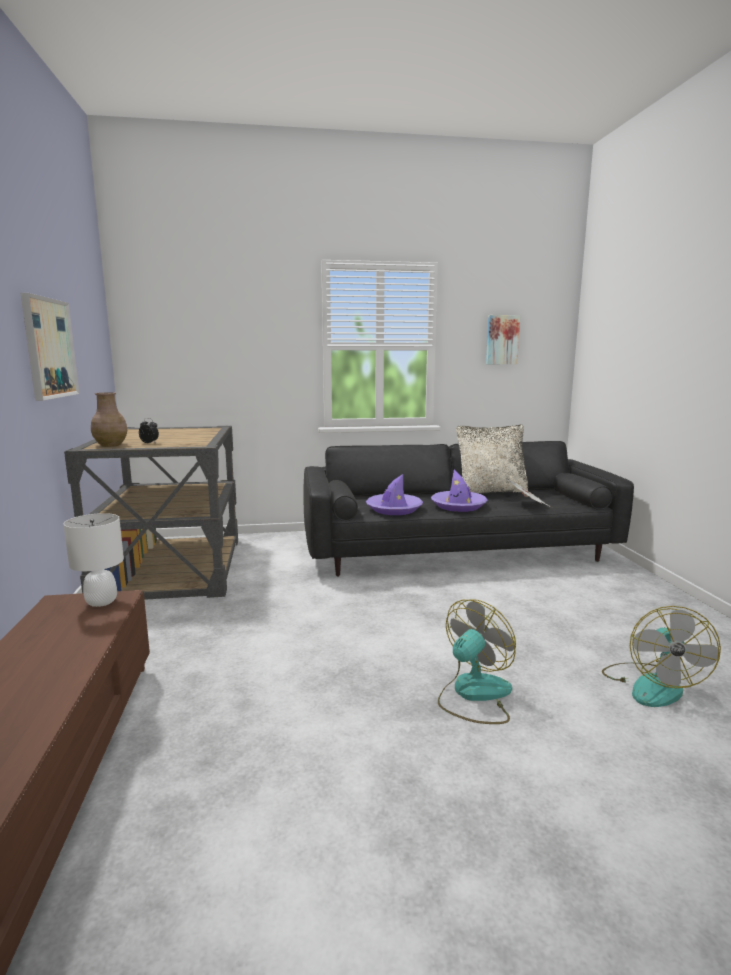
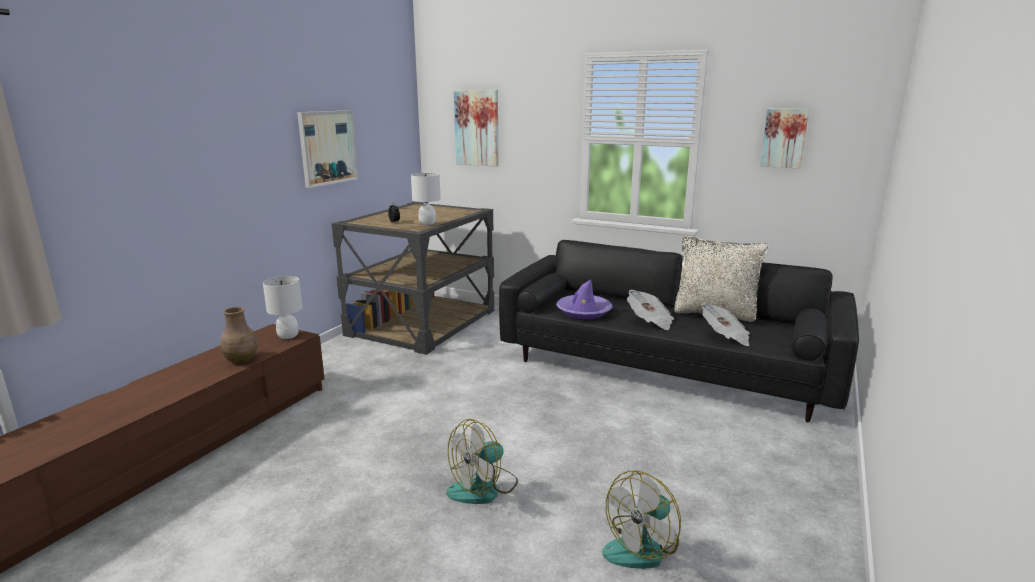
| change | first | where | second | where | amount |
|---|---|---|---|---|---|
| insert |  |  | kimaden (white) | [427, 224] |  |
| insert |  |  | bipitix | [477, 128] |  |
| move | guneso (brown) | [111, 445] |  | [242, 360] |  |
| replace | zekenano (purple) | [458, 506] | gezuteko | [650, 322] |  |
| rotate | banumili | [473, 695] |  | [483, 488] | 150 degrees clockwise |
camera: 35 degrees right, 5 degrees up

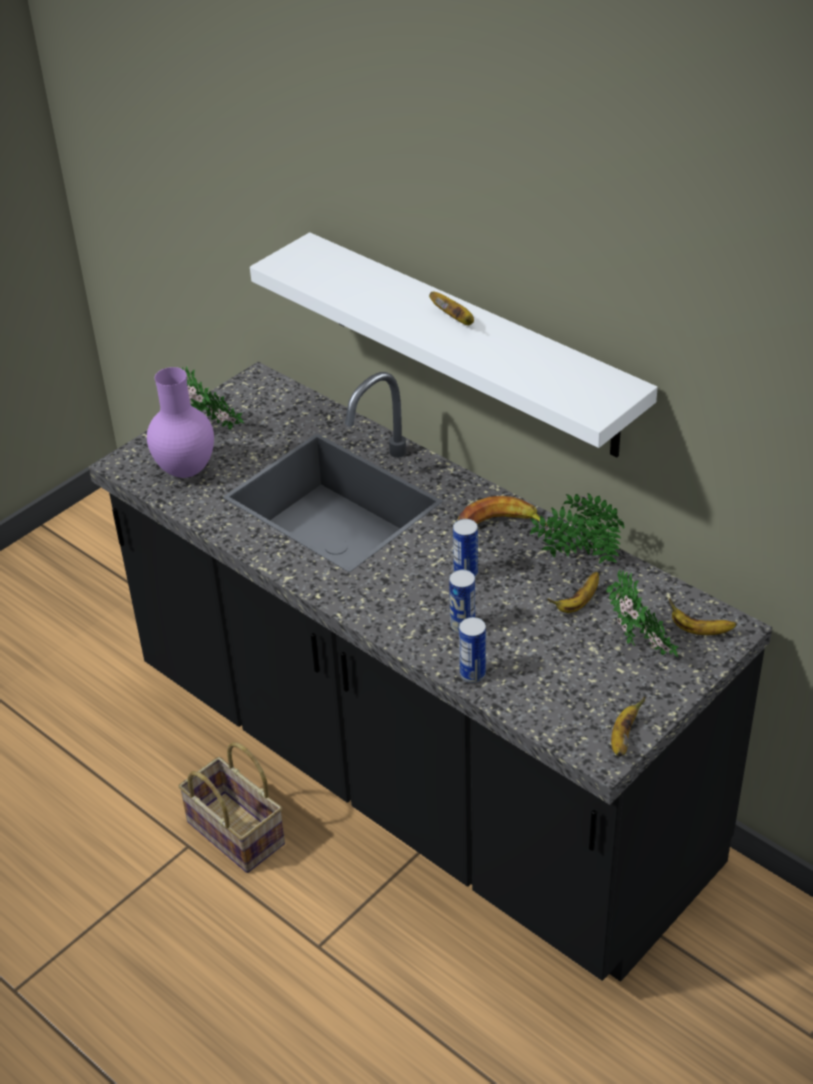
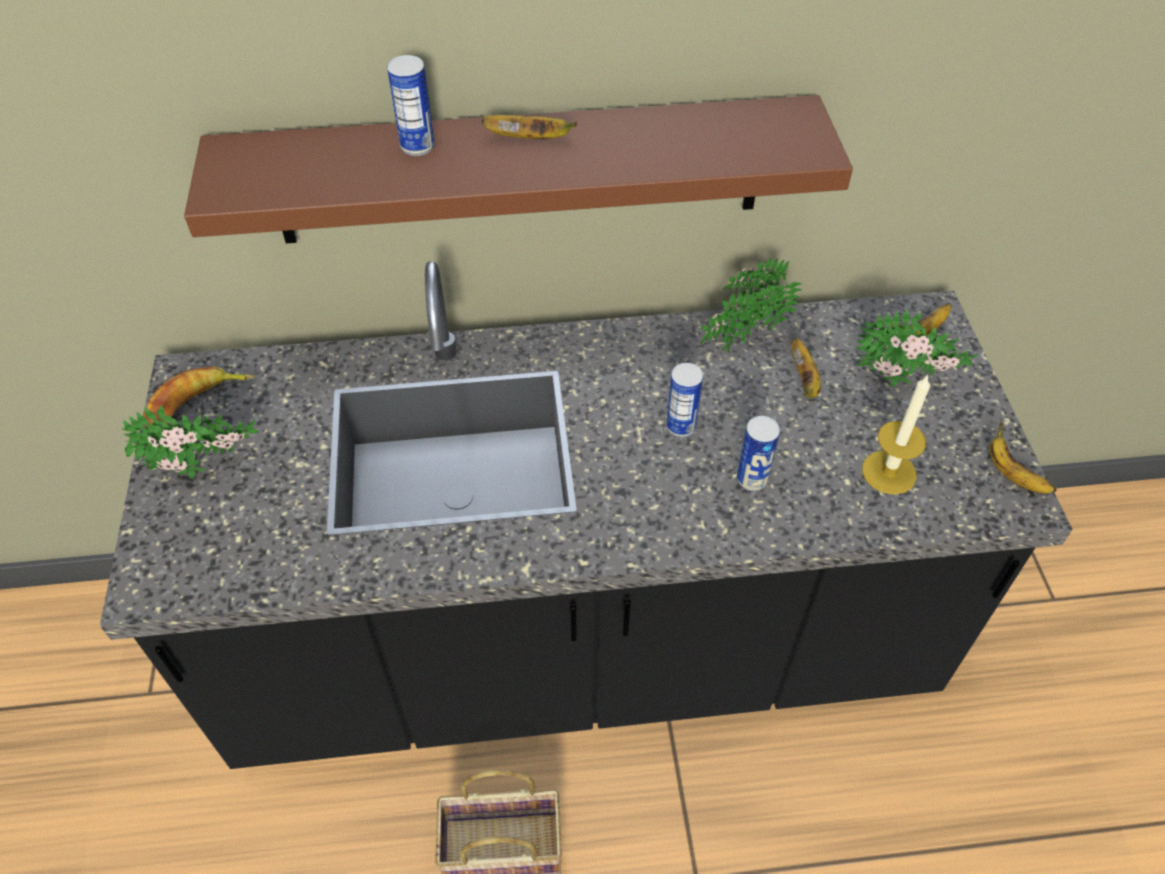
| change | first | where | second | where | amount |
|---|---|---|---|---|---|
| delete | guneso (purple) | [186, 470] |  |  |  |
| insert |  |  | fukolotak | [889, 472] |  |
| move | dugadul | [501, 525] |  | [196, 409] |  |
| move | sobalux | [472, 674] |  | [417, 146] |  |
| recolor | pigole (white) | [471, 345] | pigole (brown) | [520, 171] |  |
camera: 50 degrees left, 10 degrees up

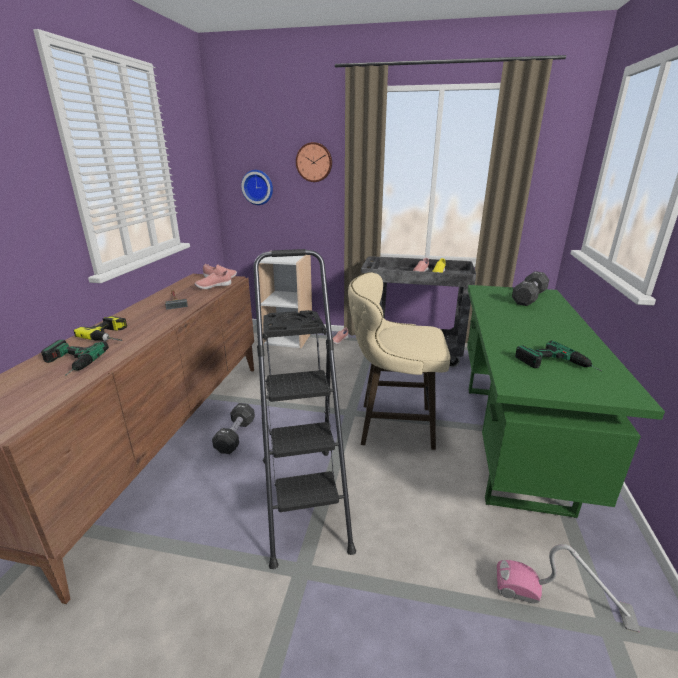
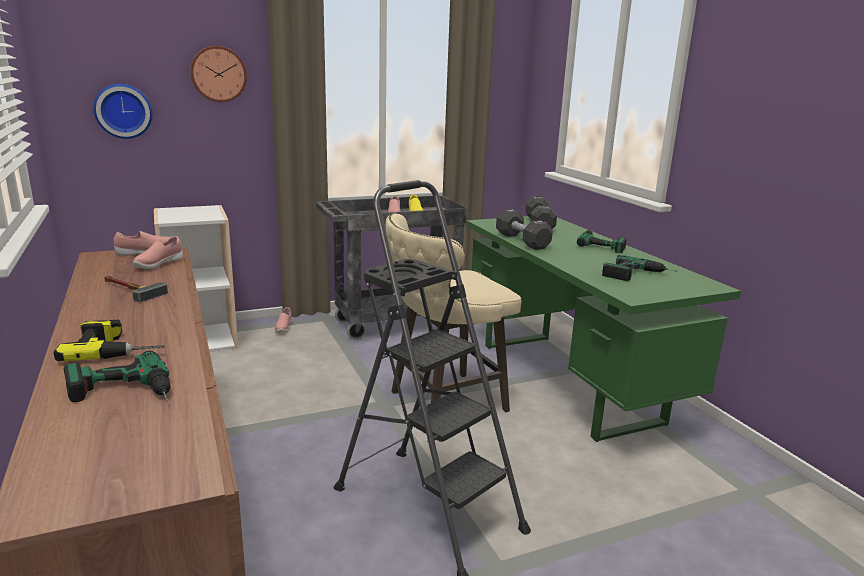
| change | first | where | second | where | amount |
|---|---|---|---|---|---|
| delete | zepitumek | [562, 600] |  |  |  |
| insert |  |  | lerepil | [602, 244] |  |
| move | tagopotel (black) | [235, 436] |  | [522, 241] |  |
camera: 35 degrees left, 5 degrees down

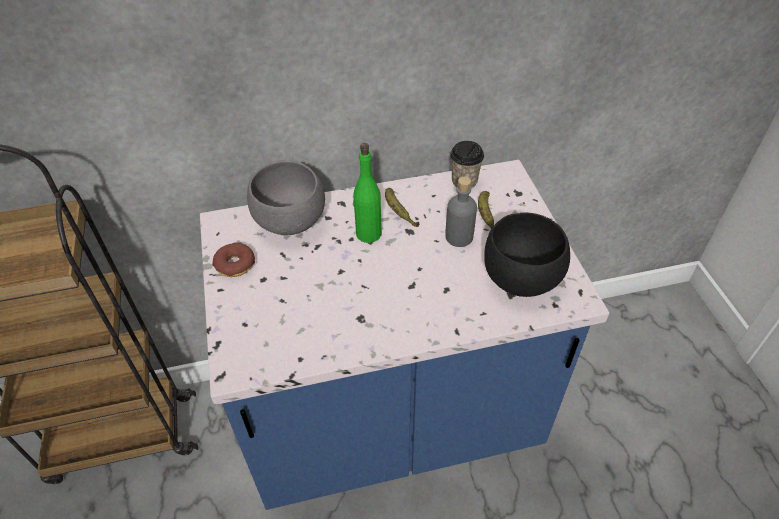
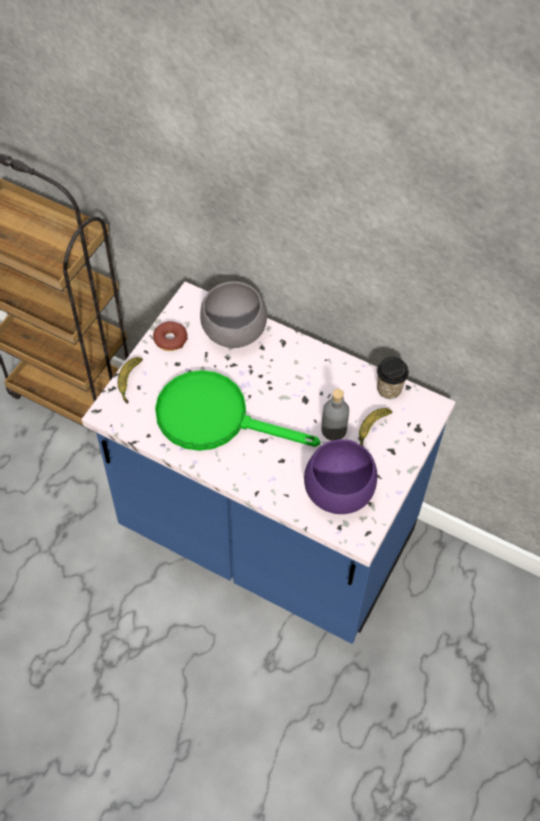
| change | first | where | second | where | amount |
|---|---|---|---|---|---|
| delete | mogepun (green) | [368, 233] |  |  |  |
| insert |  |  | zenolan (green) | [215, 417] |  |
| move | dugadul | [398, 212] |  | [129, 381] |  |
| recolor | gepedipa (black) | [519, 280] | gepedipa (purple) | [336, 492] |  |
camera: 40 degrees right, 10 degrees up

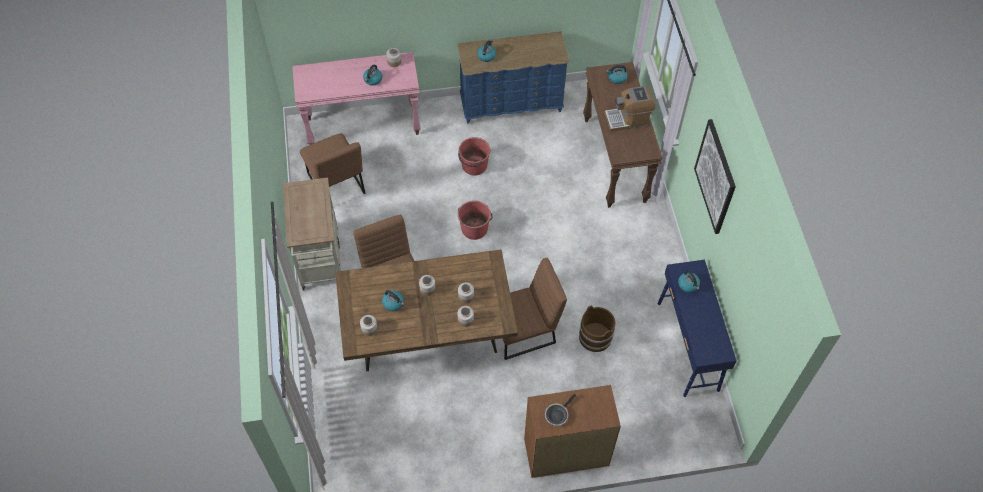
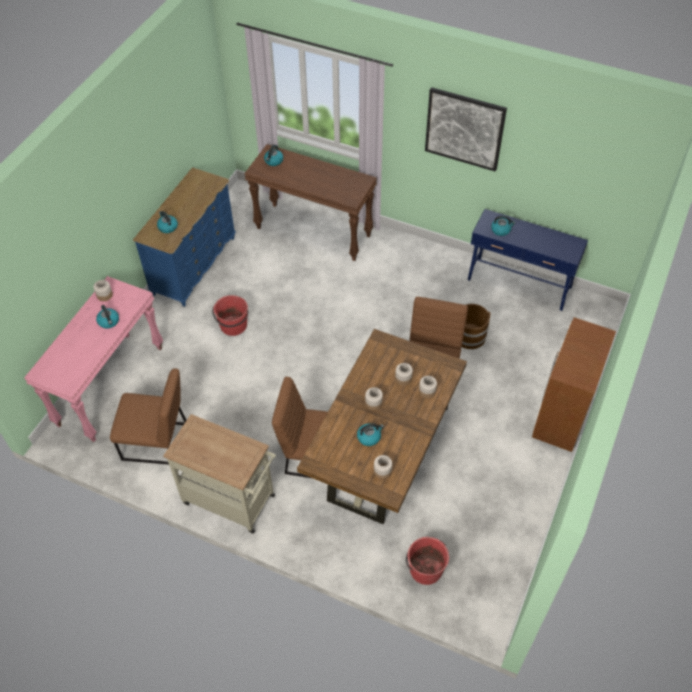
| change | first | where | second | where | amount |
|---|---|---|---|---|---|
| delete | zenolan | [557, 414] |  |  |  |
| delete | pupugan | [628, 119] |  |  |  |
| move | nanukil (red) | [474, 228] |  | [425, 569] |  |
camera: 55 degrees left, 5 degrees down

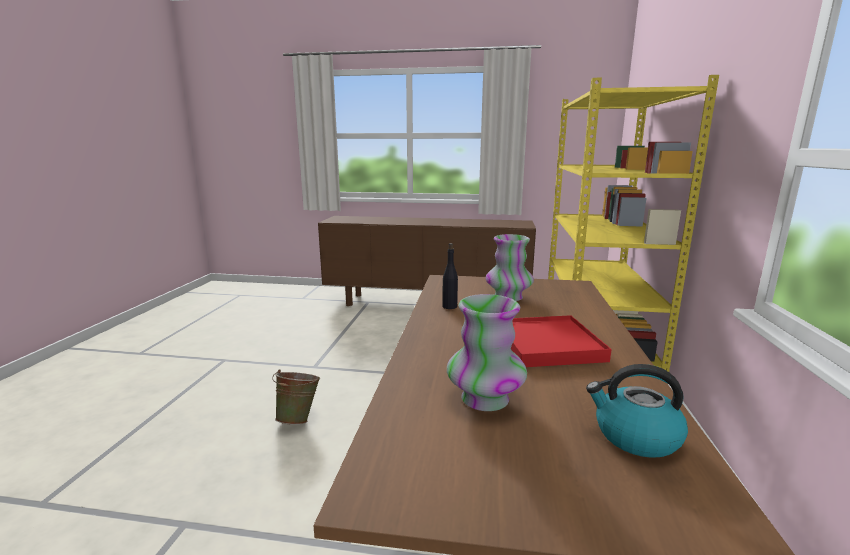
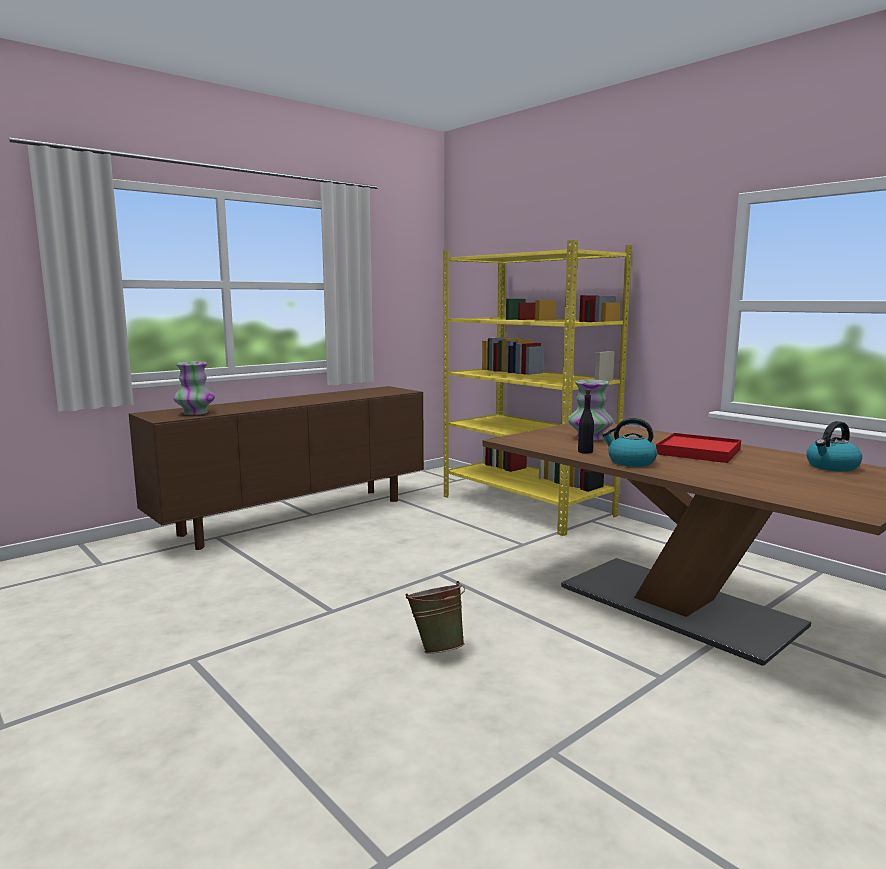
| change | first | where | second | where | amount |
|---|---|---|---|---|---|
| insert |  |  | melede | [630, 462] |  |
| move | guneso | [485, 399] |  | [195, 413] |  |
camera: 50 degrees left, 5 degrees down

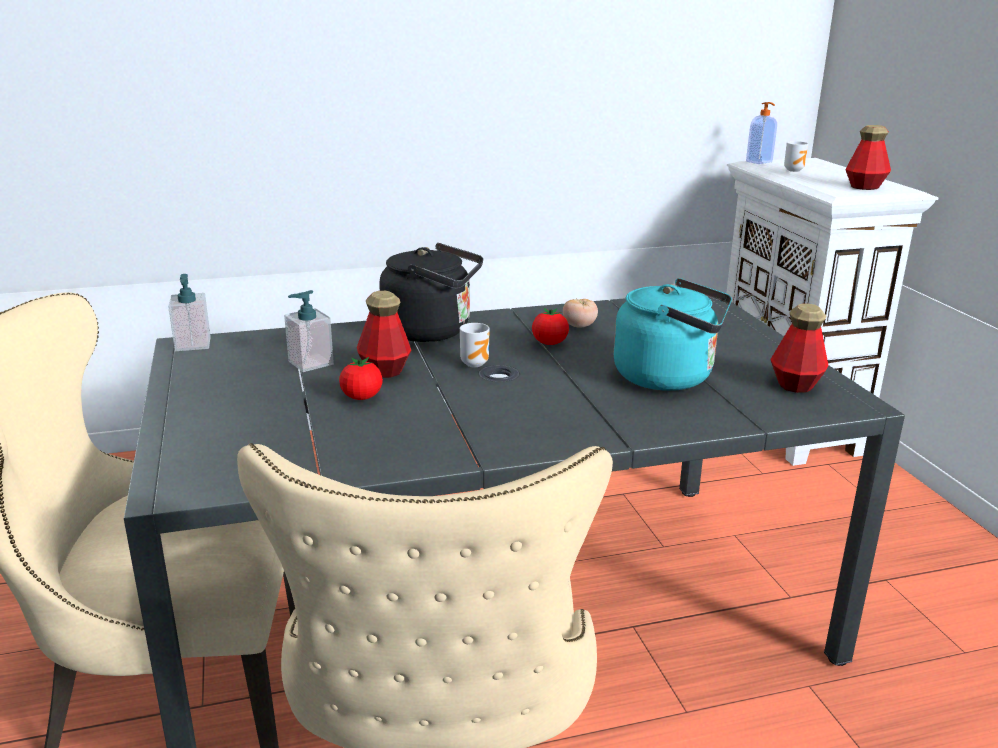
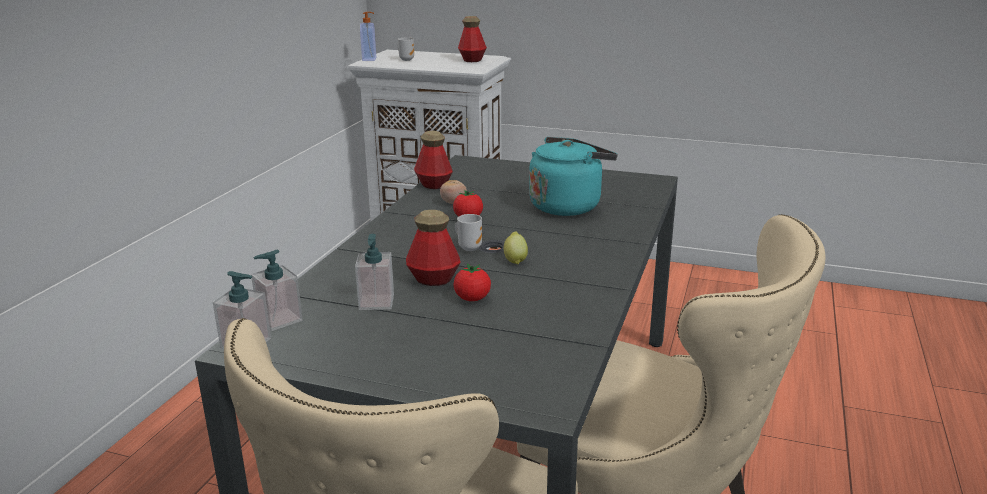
| change | first | where | second | where | amount |
|---|---|---|---|---|---|
| delete | melede (black) | [433, 331] |  |  |  |
| insert |  |  | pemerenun | [279, 320] |  |
| insert |  |  | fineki | [515, 260] |  |
| move | mogepun | [795, 384] |  | [433, 185] |  |
camera: 55 degrees left, 0 degrees up

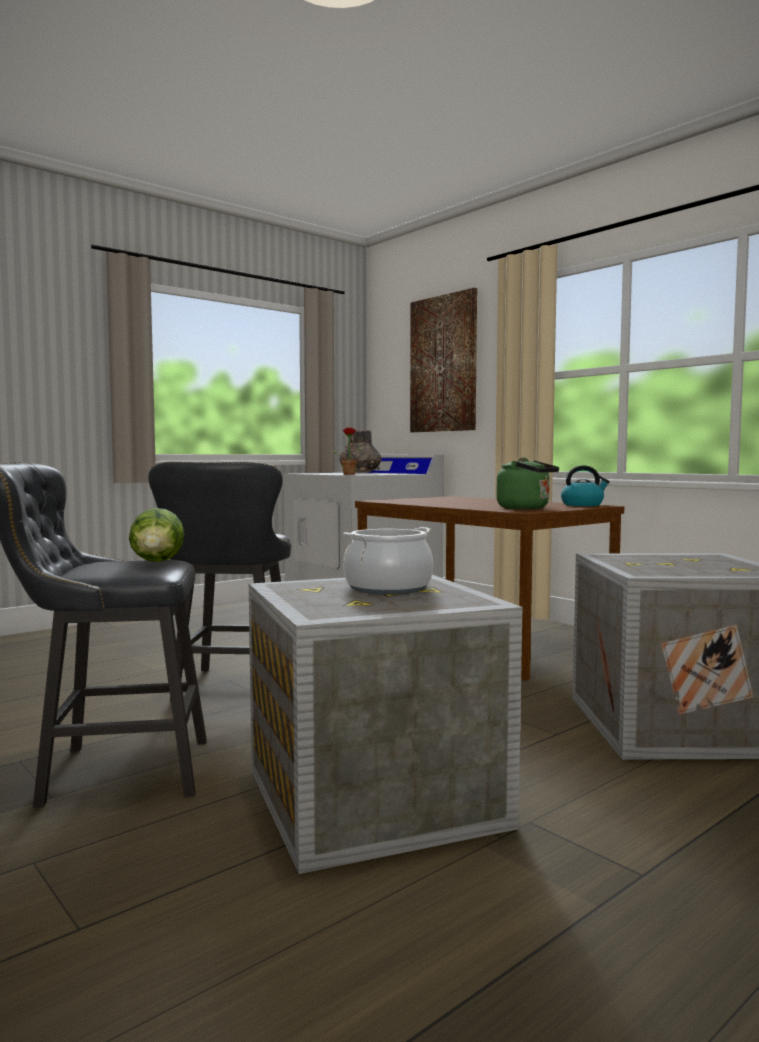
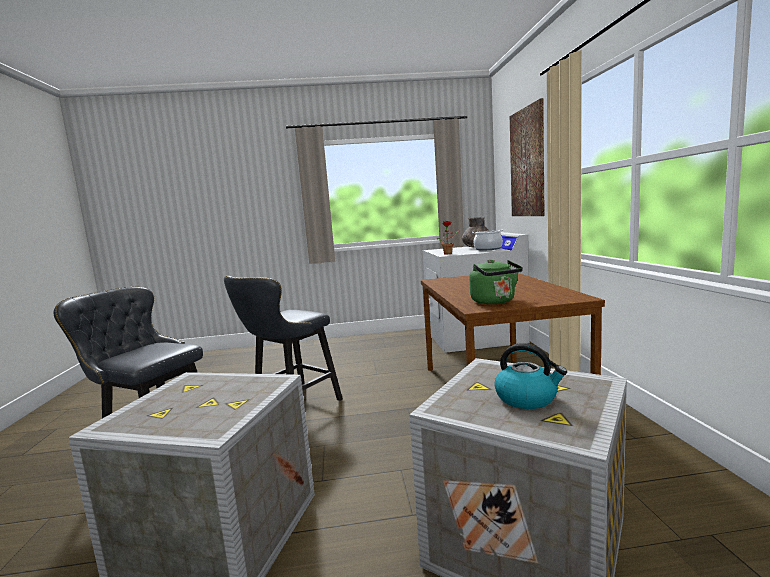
| change | first | where | second | where | amount |
|---|---|---|---|---|---|
| delete | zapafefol | [157, 563] |  |  |  |
| move | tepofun | [387, 588] |  | [488, 249] |  |
| move | melede | [583, 505] |  | [527, 398] |  |
camera: 35 degrees right, 5 degrees up

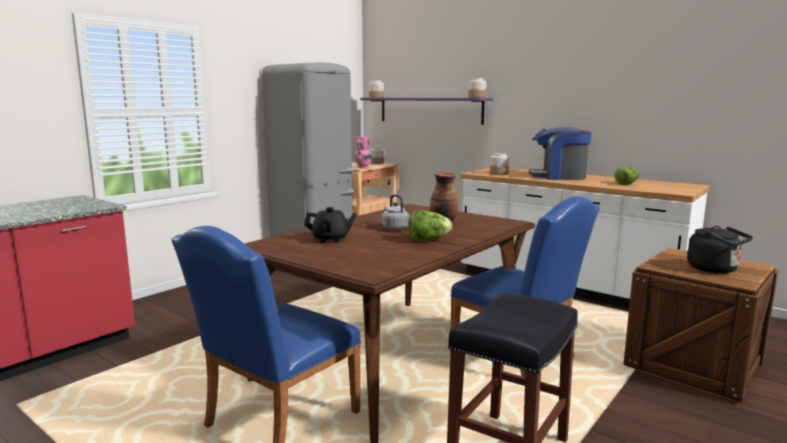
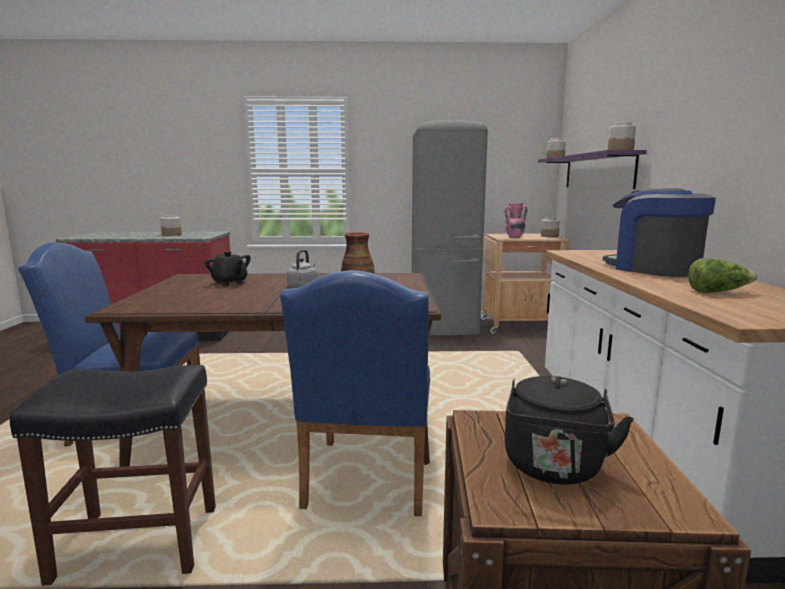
| change | first | where | second | where | amount |
|---|---|---|---|---|---|
| delete | zapafefol | [427, 240] |  |  |  |
| move | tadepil | [498, 173] |  | [172, 234] |  |
camera: 50 degrees right, 0 degrees up

